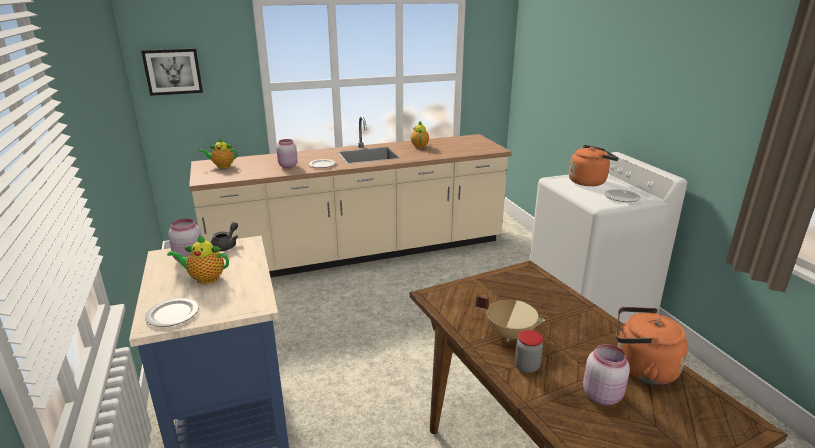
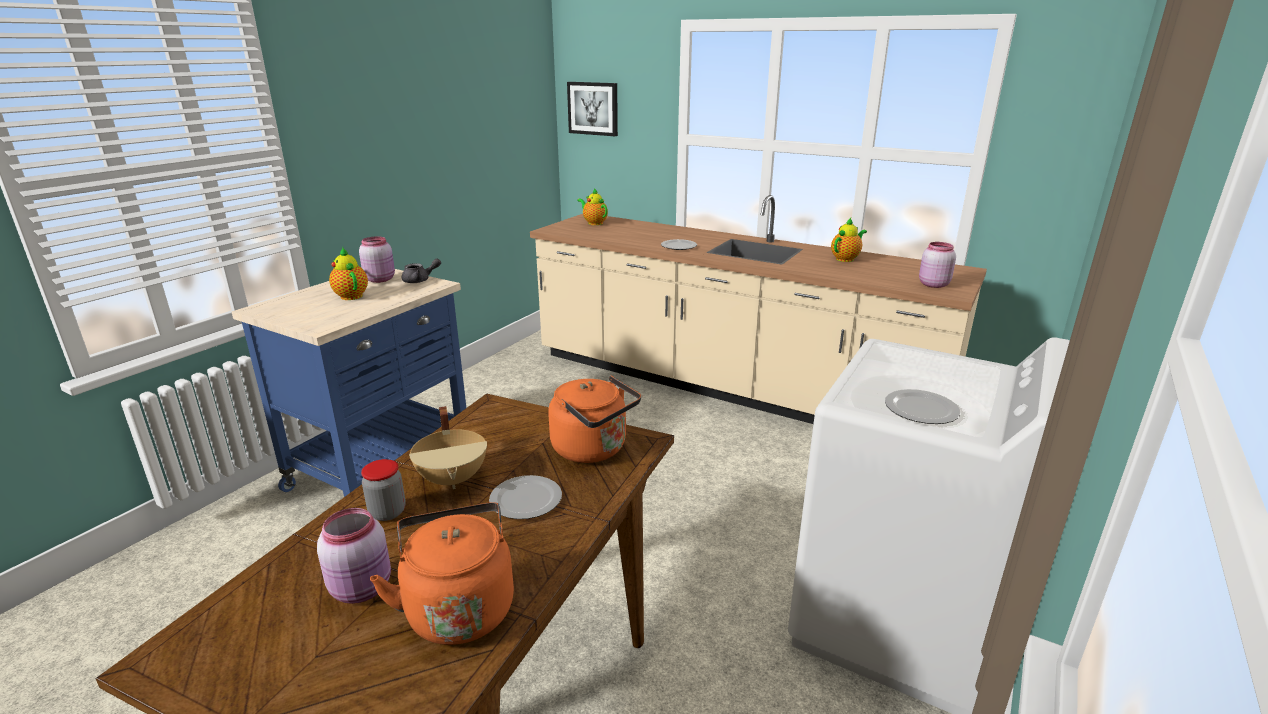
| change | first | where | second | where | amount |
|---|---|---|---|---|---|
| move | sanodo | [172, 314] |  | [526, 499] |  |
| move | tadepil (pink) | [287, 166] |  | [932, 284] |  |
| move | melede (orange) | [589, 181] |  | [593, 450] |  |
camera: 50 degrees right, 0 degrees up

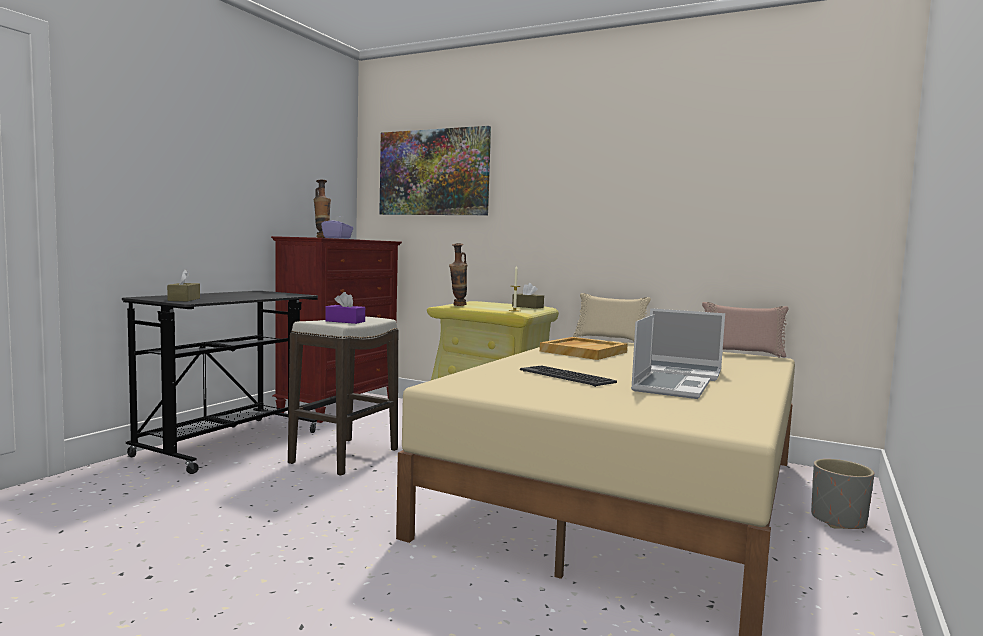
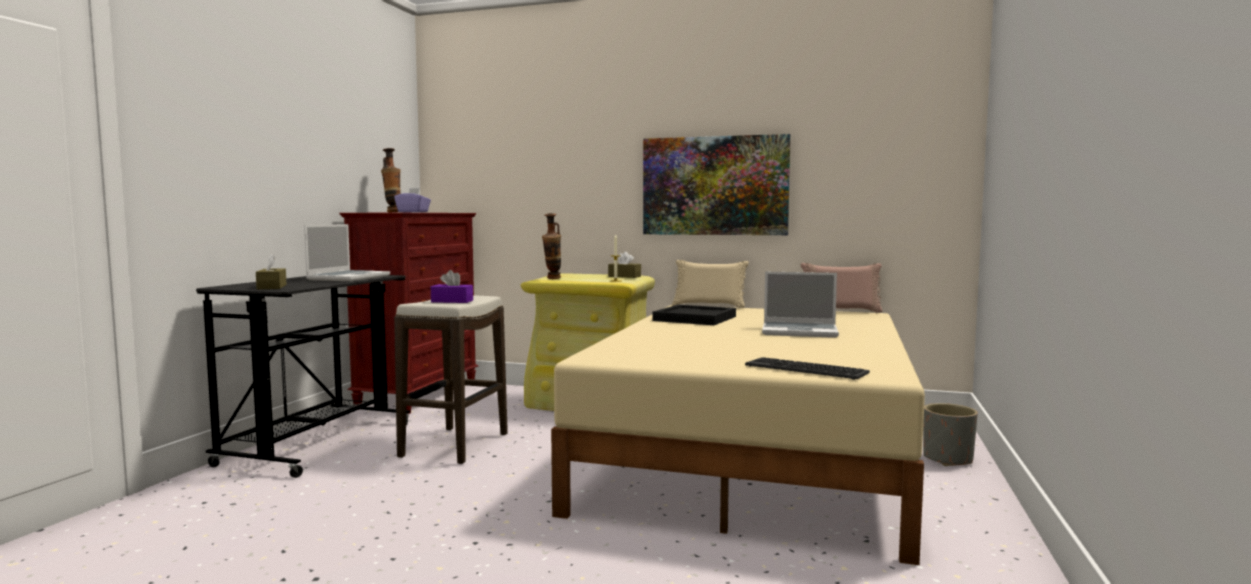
| change | first | where | second | where | amount |
|---|---|---|---|---|---|
| move | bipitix | [433, 172] |  | [714, 186] |  |
| move | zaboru | [567, 376] |  | [806, 369] |  |
| move | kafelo | [669, 387] |  | [348, 278] |  |
| recolor | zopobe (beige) | [583, 351] | zopobe (black) | [694, 318] |  |
camera: 10 degrees left, 0 degrees up

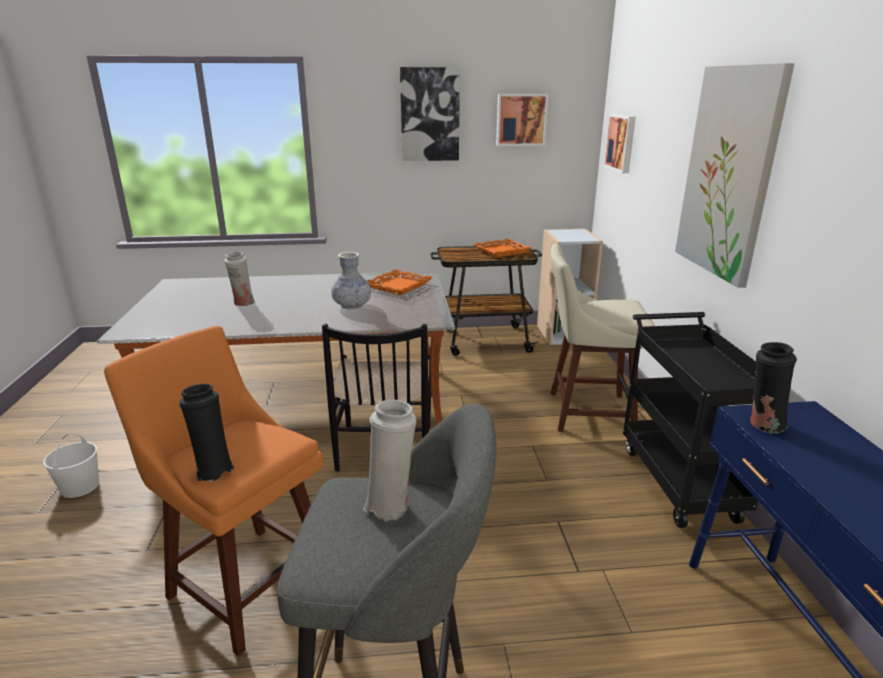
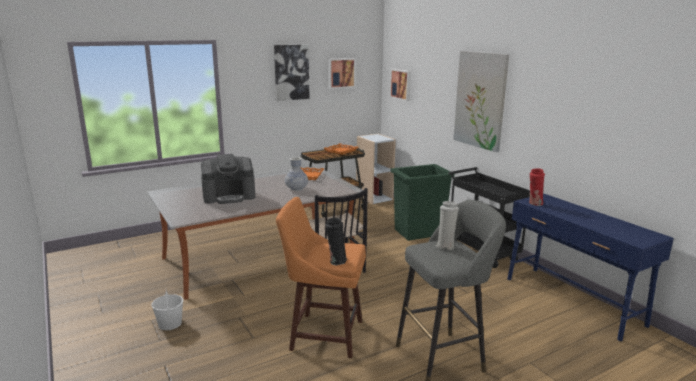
| change | first | where | second | where | amount |
|---|---|---|---|---|---|
| replace | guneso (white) | [243, 303] | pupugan | [229, 196] |  |
| replace | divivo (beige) | [585, 411] | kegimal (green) | [418, 232] |  |
| recolor | guneso (black) | [763, 425] | guneso (red) | [534, 203] |  |
camera: 25 degrees left, 5 degrees down

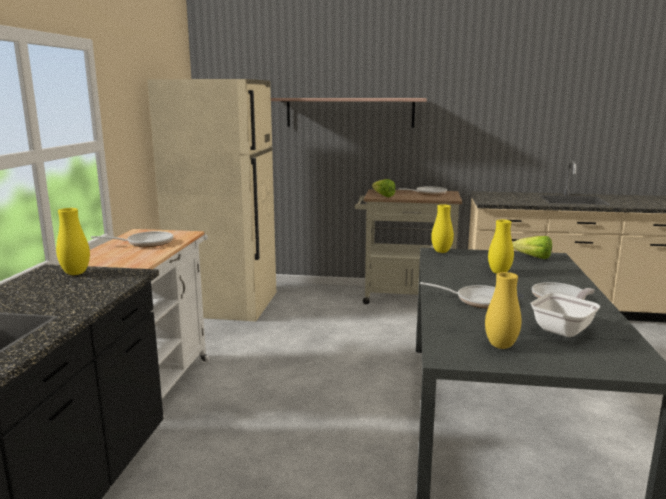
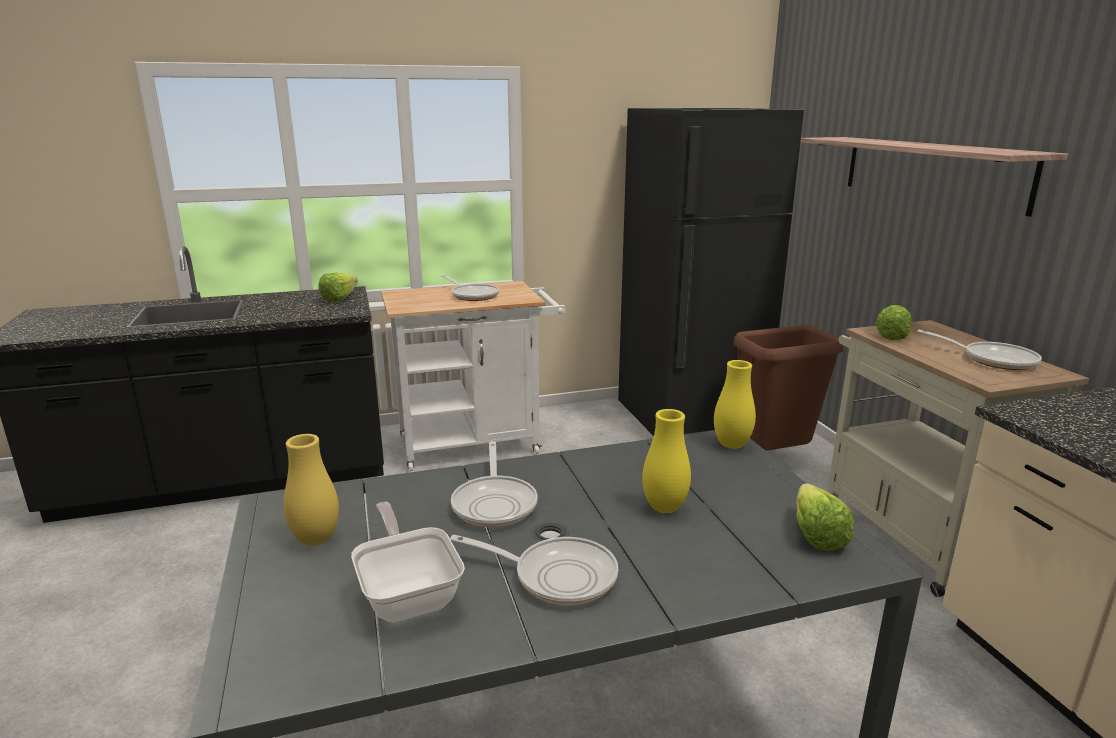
| change | first | where | second | where | amount |
|---|---|---|---|---|---|
| insert |  |  | kegimal (brown) | [774, 456] |  |
| replace | guneso (yellow) | [76, 273] | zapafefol | [343, 298] |  |
| recolor | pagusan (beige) | [225, 303] | pagusan (black) | [689, 415] |  |
| rotate | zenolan | [566, 328] |  | [408, 594] | 135 degrees counterclockwise |
camera: 65 degrees right, 5 degrees up

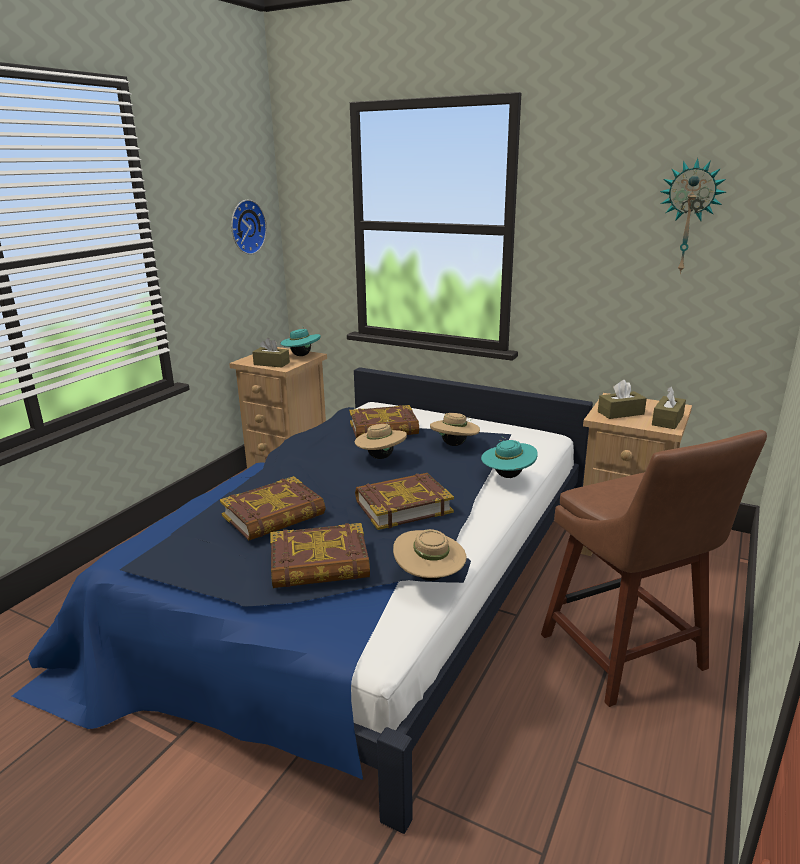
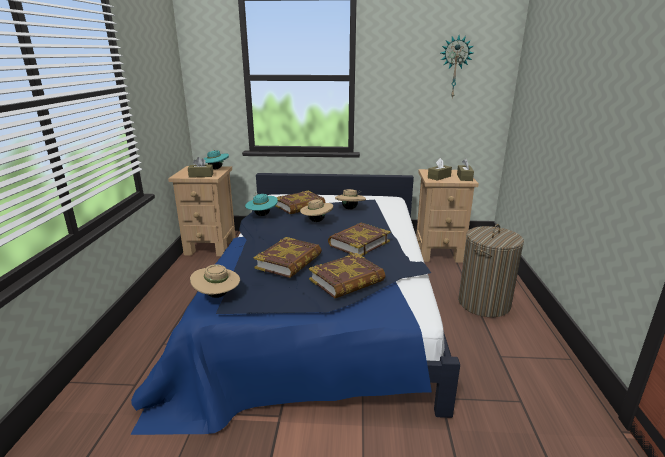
| change | first | where | second | where | amount |
|---|---|---|---|---|---|
| delete | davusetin | [245, 227] |  |  |  |
| move | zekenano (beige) | [429, 577] |  | [217, 296] |  |
| move | zekenano (turquoise) | [507, 476] |  | [262, 215] |  |
| replace | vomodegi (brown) | [627, 656] | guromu | [483, 303] |  |
camera: 25 degrees left, 0 degrees up

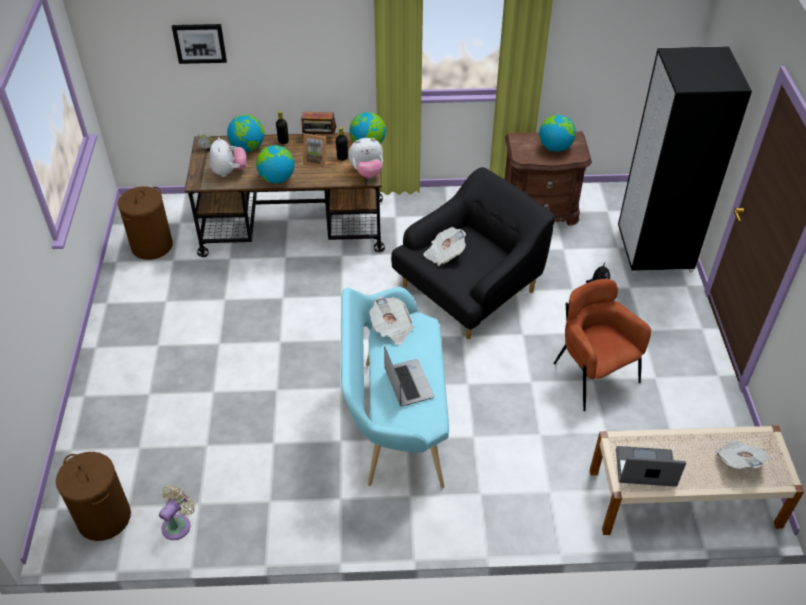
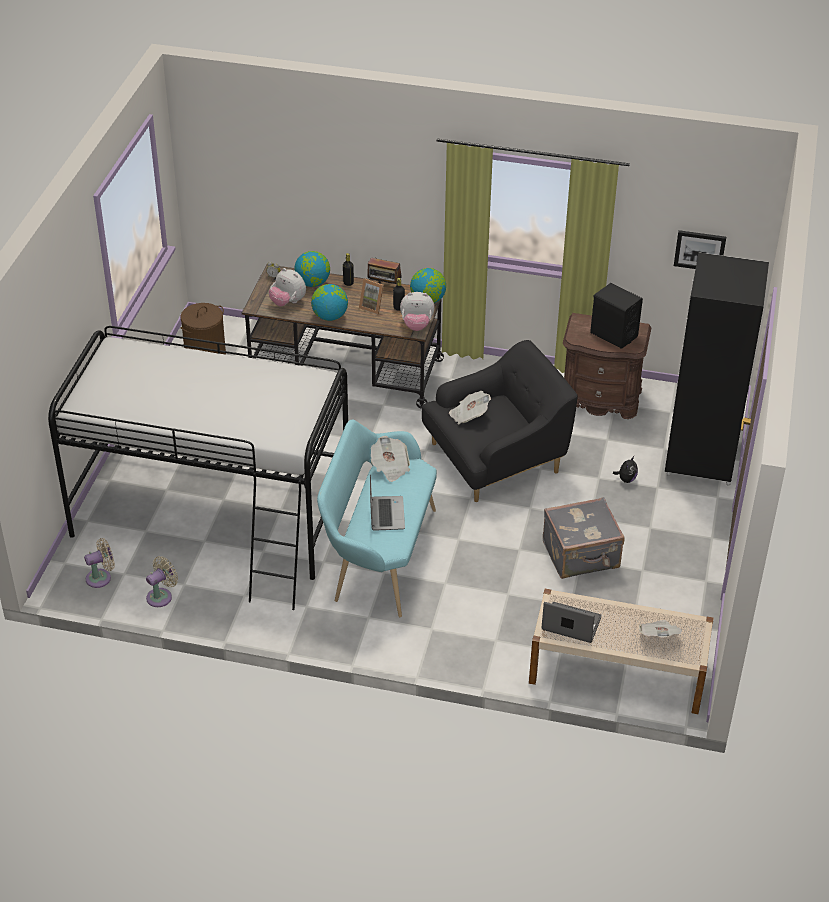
| change | first | where | second | where | amount |
|---|---|---|---|---|---|
| insert |  |  | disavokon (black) | [214, 514] |  |
| move | bipitix | [199, 43] |  | [699, 250] |  |
| replace | guromu (brown) | [103, 517] | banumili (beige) | [101, 577] |  |
| replace | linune | [555, 147] | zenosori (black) | [613, 334] |  |
| replace | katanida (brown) | [592, 375] | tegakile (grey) | [581, 556] |  |
| rotate | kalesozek | [229, 172] |  | [288, 302] | 120 degrees clockwise |
camera: 15 degrees right, 5 degrees down

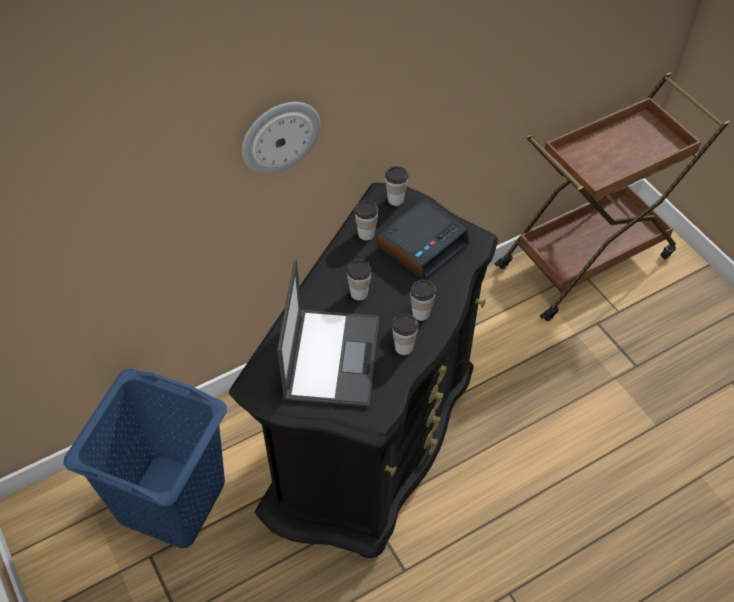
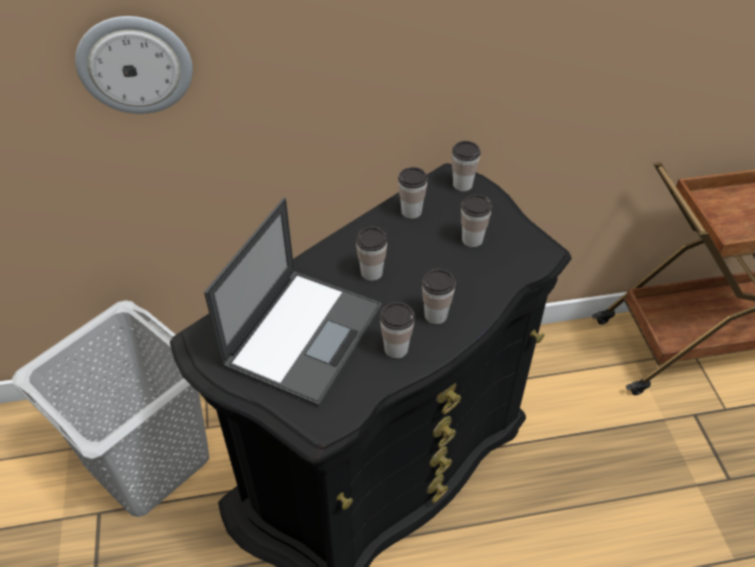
| change | first | where | second | where | amount |
|---|---|---|---|---|---|
| move | davusetin | [280, 136] |  | [135, 65] |  |
| replace | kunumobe | [422, 245] | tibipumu | [472, 239] |  |
| recolor | guromu (blue) | [173, 500] | guromu (grey) | [149, 461] |  |
camera: 20 degrees right, 5 degrees down

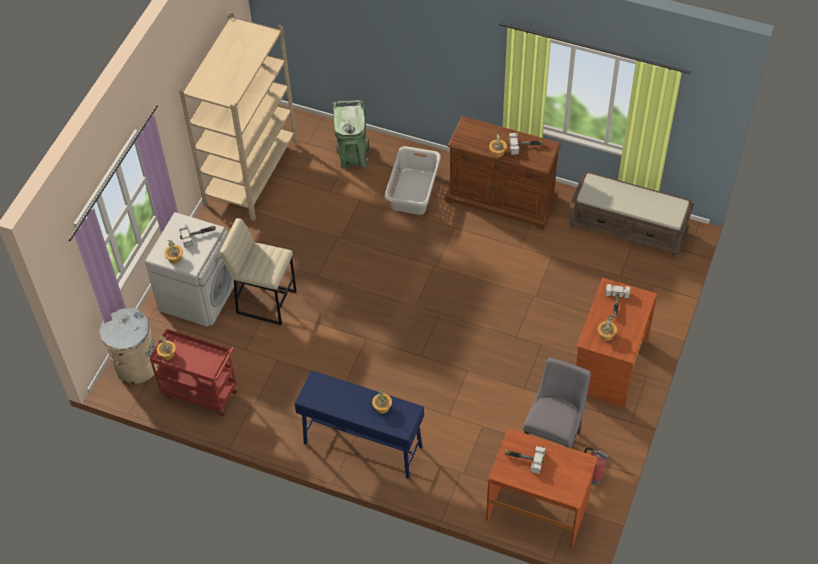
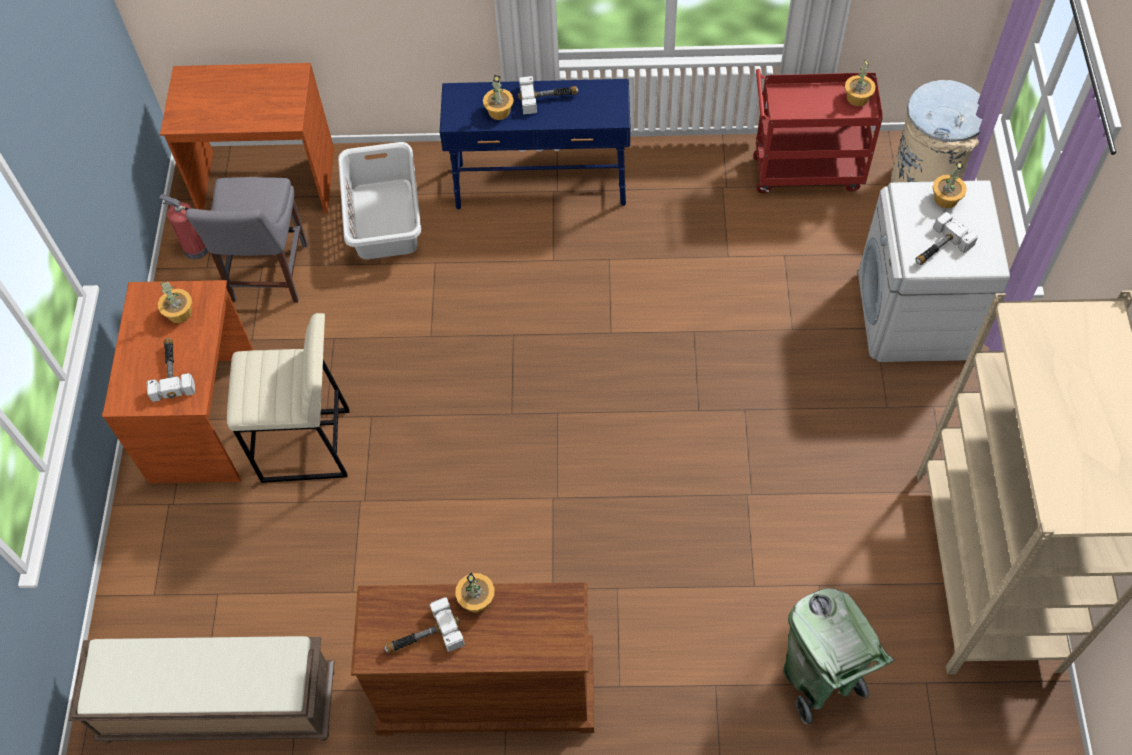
| change | first | where | second | where | amount |
|---|---|---|---|---|---|
| move | divivo (beige) | [265, 302] |  | [309, 445] |  |
| move | guromu (grey) | [412, 191] |  | [385, 218] |  |
| move | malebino | [524, 459] |  | [548, 98] |  |
camera: 160 degrees right, 5 degrees up

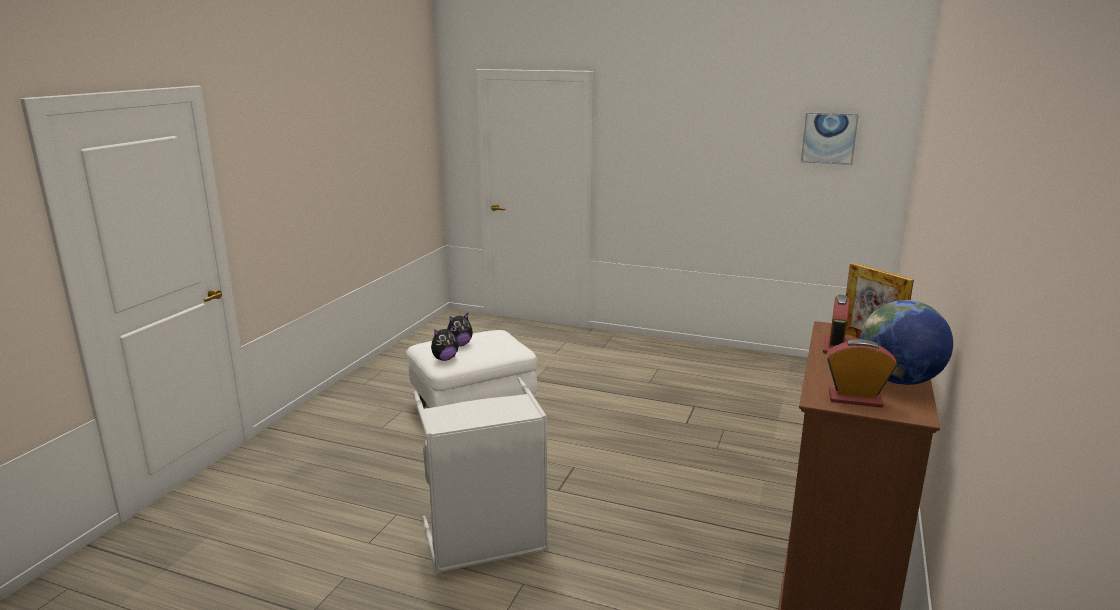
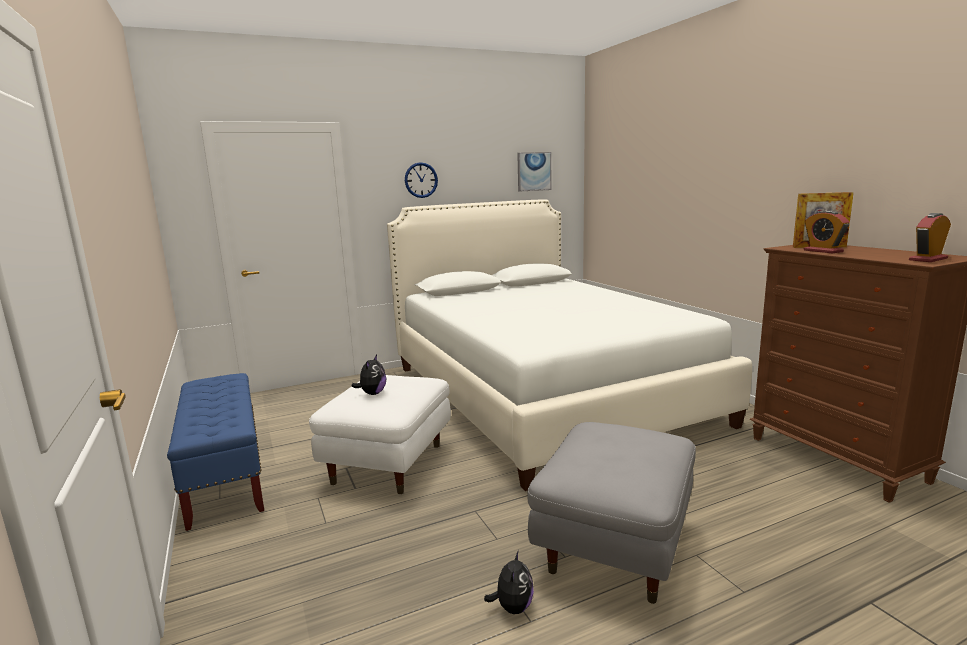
| change | first | where | second | where | amount |
|---|---|---|---|---|---|
| delete | linune | [899, 380] |  |  |  |
| insert |  |  | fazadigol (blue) | [225, 476] |  |
| insert |  |  | disavokon (white) | [544, 393] |  |
| insert |  |  | davusetin | [421, 180] |  |
| move | kalesozek | [444, 359] |  | [512, 607] |  |
| replace | guromu (grey) | [486, 544] | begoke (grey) | [615, 548] |  |
camera: 45 degrees left, 5 degrees down

